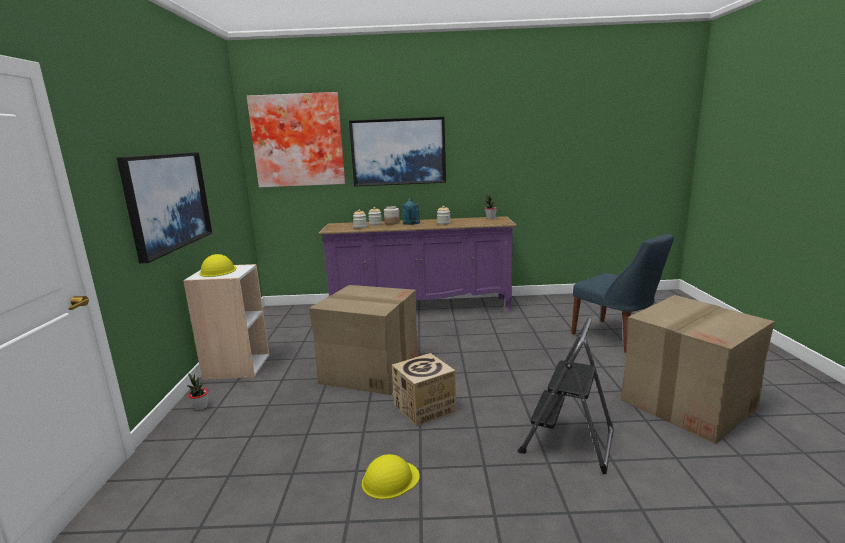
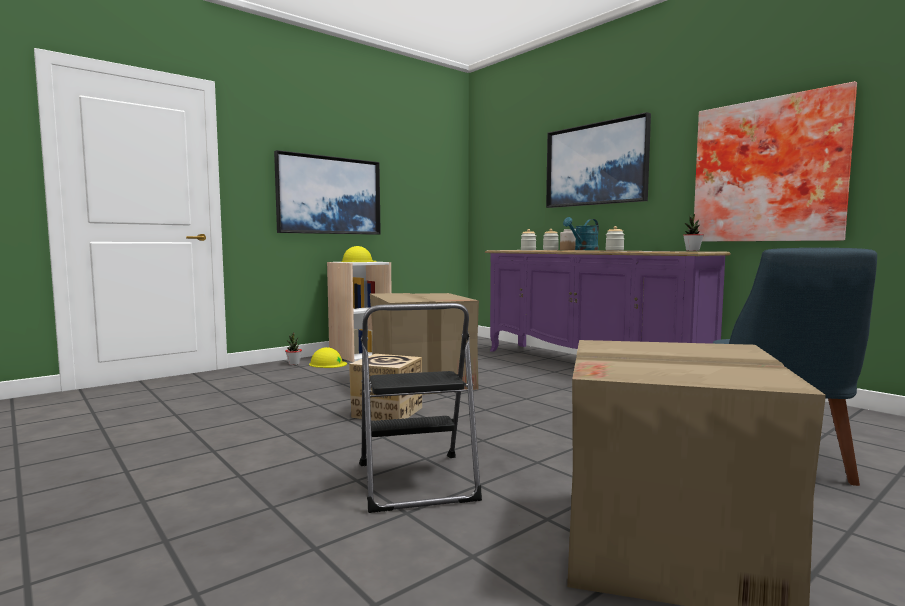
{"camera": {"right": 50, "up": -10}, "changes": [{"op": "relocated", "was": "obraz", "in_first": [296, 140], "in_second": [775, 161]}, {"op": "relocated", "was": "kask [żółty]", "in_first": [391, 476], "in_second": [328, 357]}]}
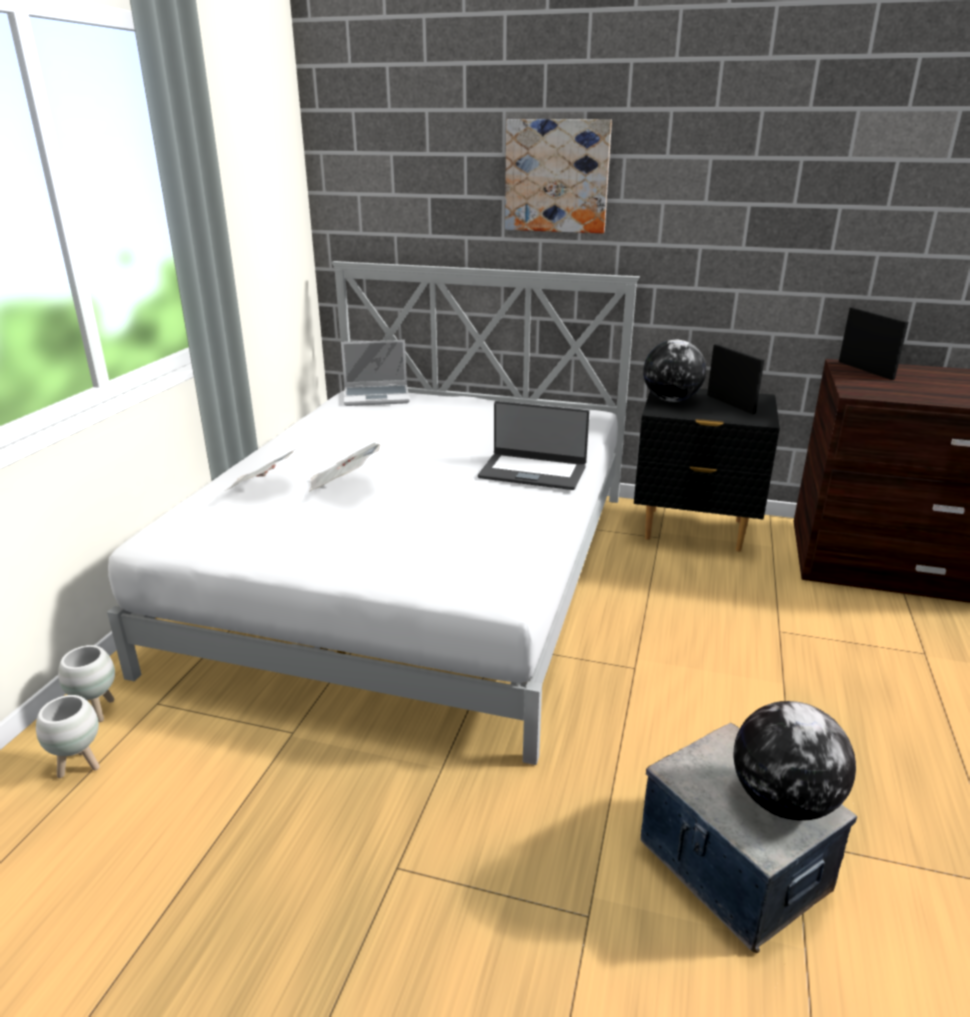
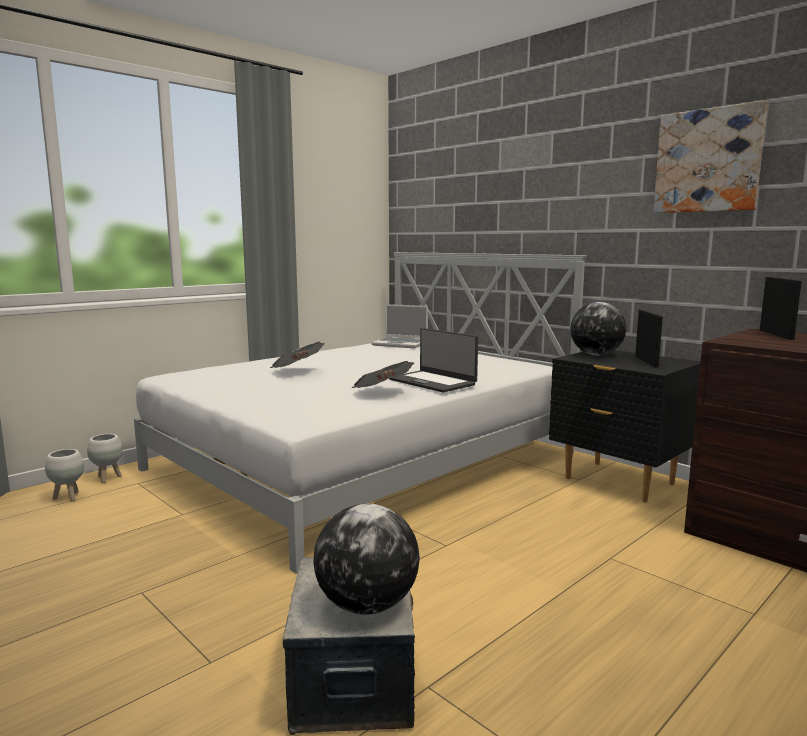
{"camera": {"right": 30, "up": -15}, "changes": [{"op": "relocated", "was": "gazeta", "in_first": [258, 471], "in_second": [383, 374]}, {"op": "relocated", "was": "obraz", "in_first": [558, 176], "in_second": [710, 156]}]}
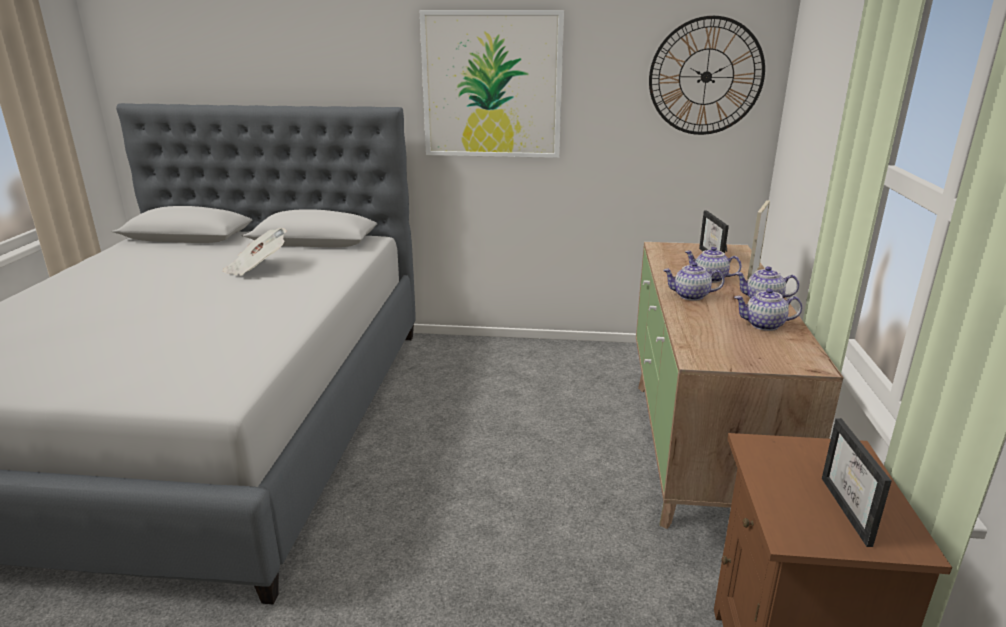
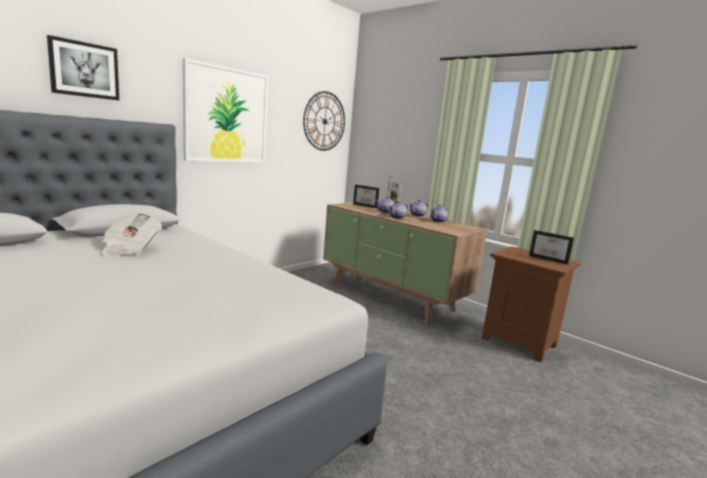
{"camera": {"right": -55, "up": -10}, "changes": [{"op": "appeared", "now": "obraz", "in_second": [83, 67]}]}
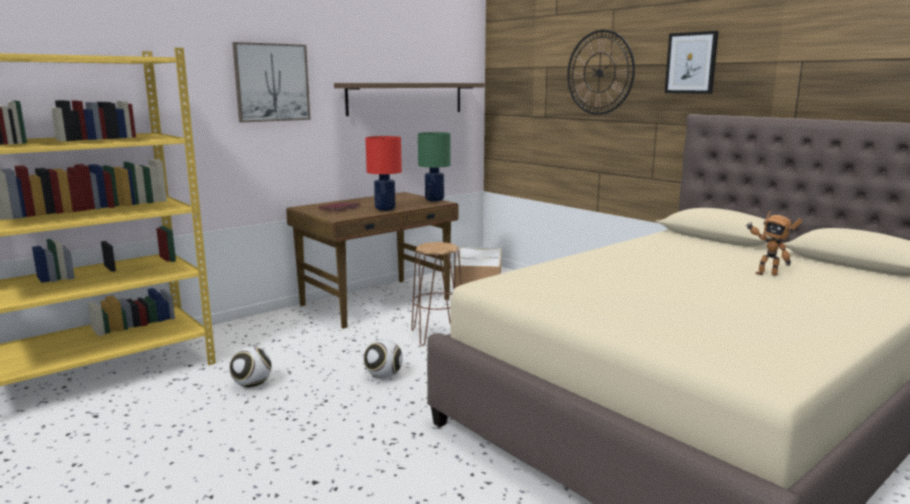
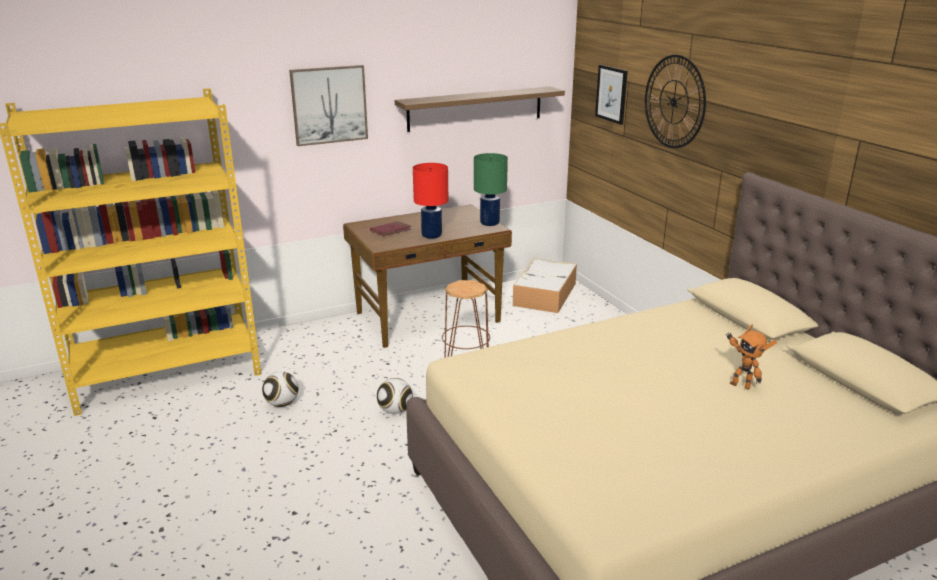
{"camera": {"right": 15, "up": 10}, "changes": [{"op": "relocated", "was": "obraz", "in_first": [691, 62], "in_second": [611, 95]}]}
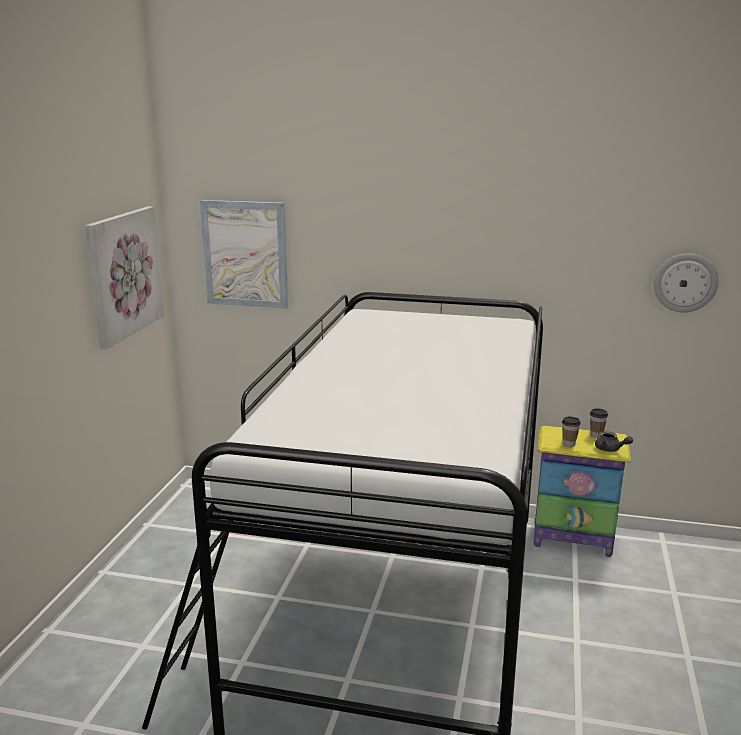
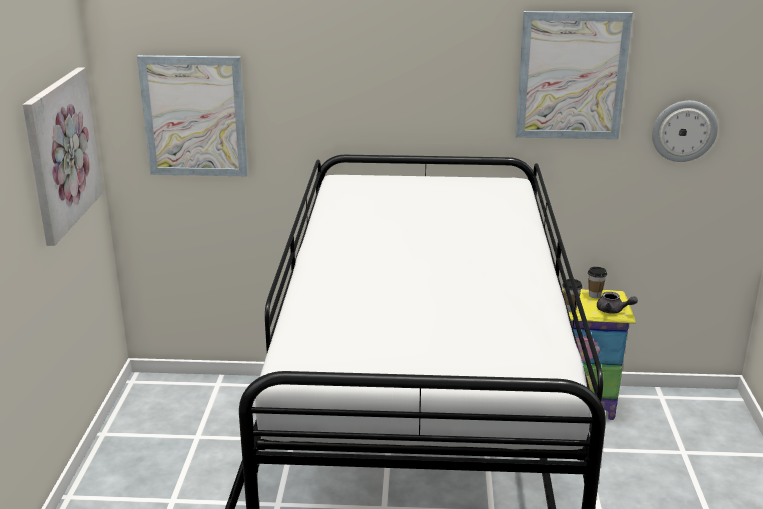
{"camera": {"right": -10, "up": 5}, "changes": [{"op": "appeared", "now": "obraz", "in_second": [574, 75]}]}
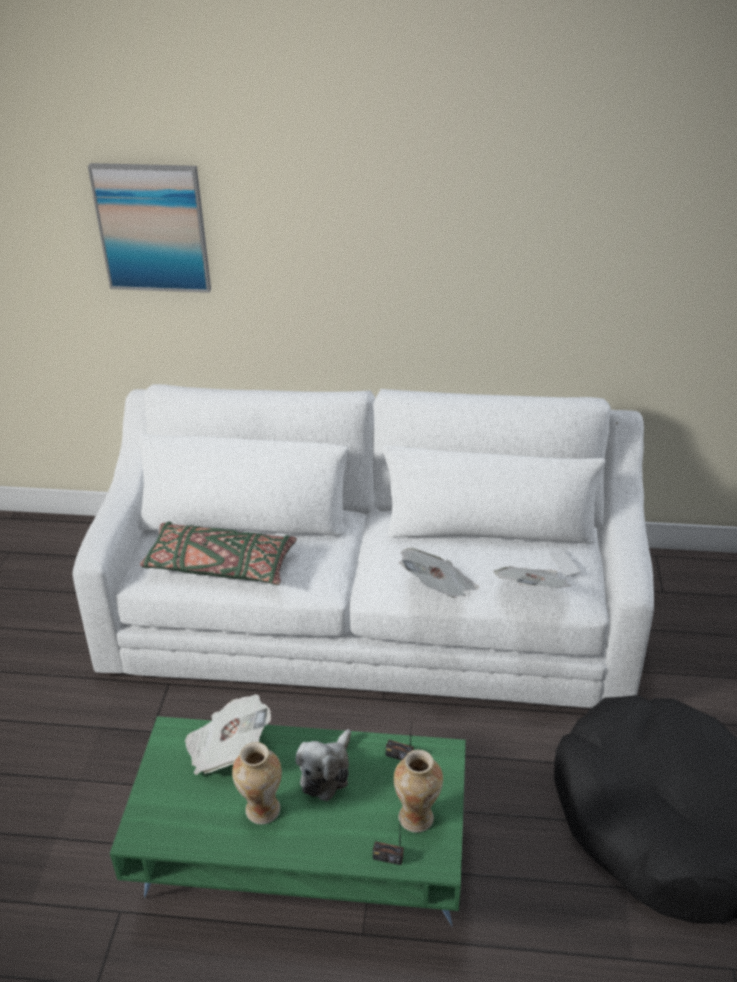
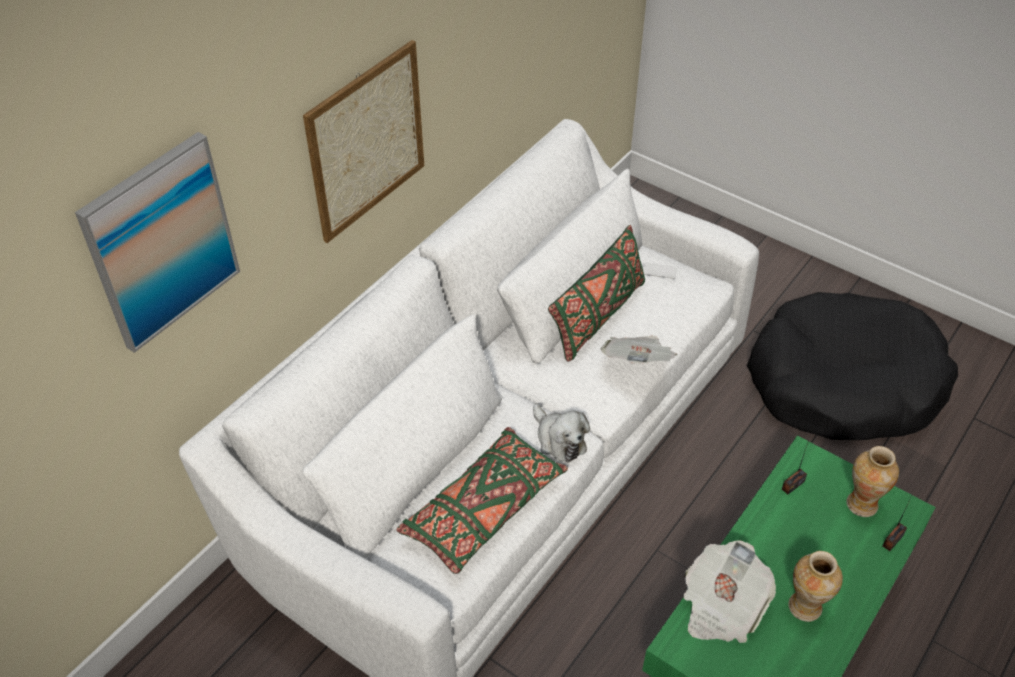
{"camera": {"right": -60, "up": 10}, "changes": [{"op": "missing", "was": "gazeta", "in_first": [532, 577]}, {"op": "appeared", "now": "obraz", "in_second": [363, 141]}, {"op": "appeared", "now": "poduszka [zielony]", "in_second": [596, 293]}, {"op": "relocated", "was": "pluszak", "in_first": [323, 765], "in_second": [561, 433]}]}
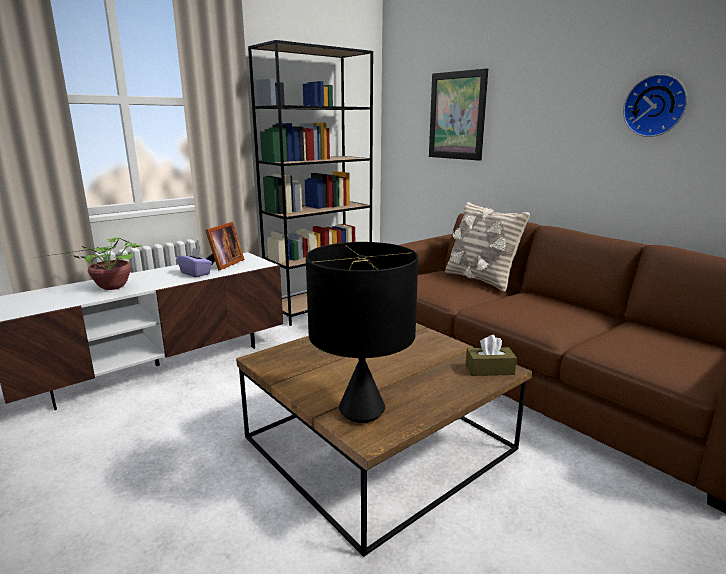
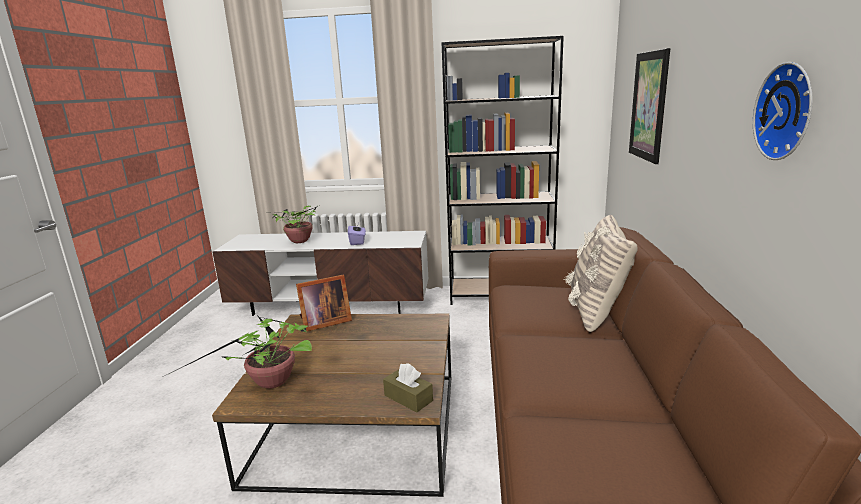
{"camera": {"right": 45, "up": 0}, "changes": [{"op": "relocated", "was": "ramka na zdjęcie", "in_first": [225, 246], "in_second": [324, 303]}, {"op": "exchanged", "was": "lampa stołowa [czarny]", "now": "roślina doniczkowa", "in_first": [362, 332], "in_second": [238, 352]}]}
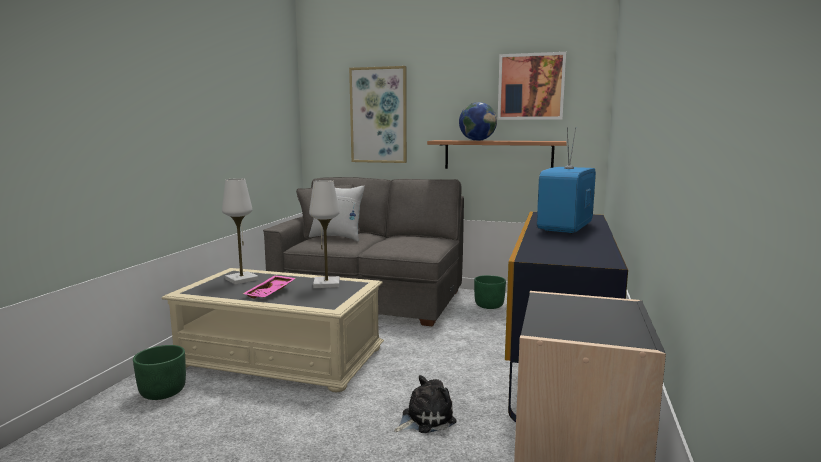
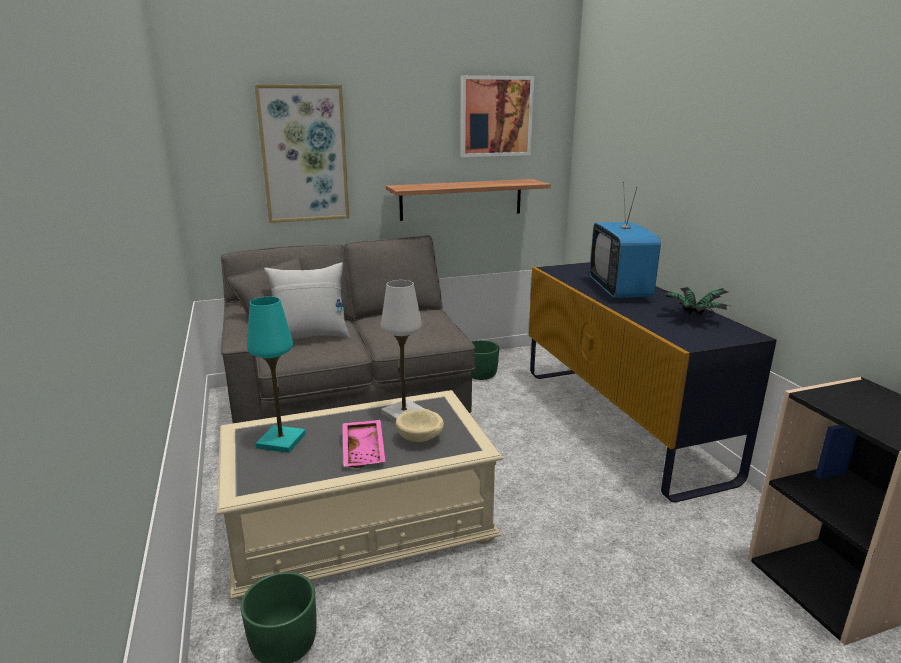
{"camera": {"right": -35, "up": 10}, "changes": [{"op": "missing", "was": "pluszak", "in_first": [425, 404]}, {"op": "missing", "was": "globus", "in_first": [478, 121]}, {"op": "appeared", "now": "miska [beżowy]", "in_second": [420, 425]}, {"op": "appeared", "now": "roślina doniczkowa", "in_second": [695, 301]}, {"op": "colour", "was": "lampa stołowa [biały]", "now": "lampa stołowa [turkusowy]", "in_first": [240, 231], "in_second": [276, 375]}]}
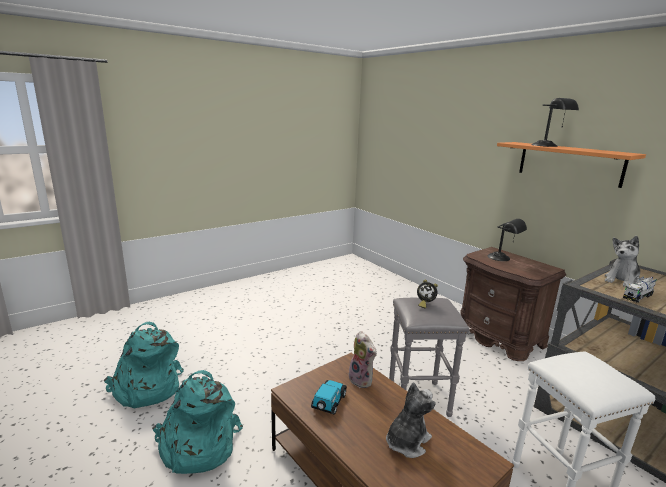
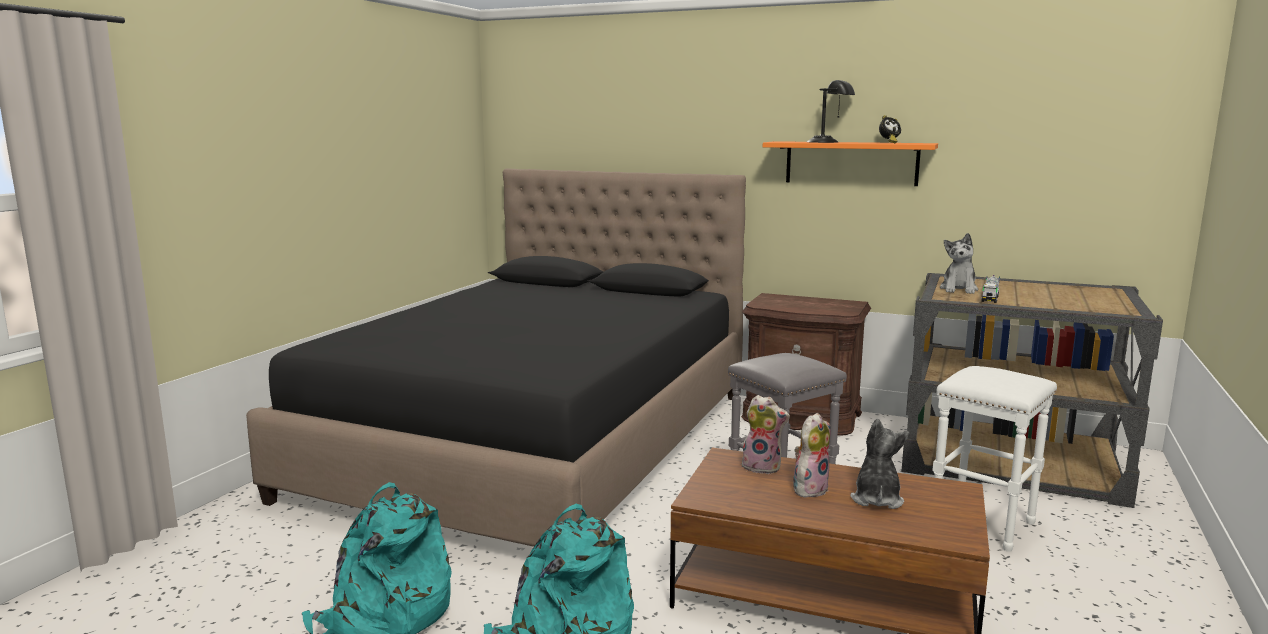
{"camera": {"right": -30, "up": -5}, "changes": [{"op": "missing", "was": "samochodzik", "in_first": [329, 397]}, {"op": "missing", "was": "lampa stołowa [czarny]", "in_first": [507, 240]}, {"op": "appeared", "now": "łóżko [czarny]", "in_second": [496, 357]}, {"op": "appeared", "now": "pluszak", "in_second": [812, 455]}, {"op": "relocated", "was": "budzik", "in_first": [427, 293], "in_second": [890, 129]}]}
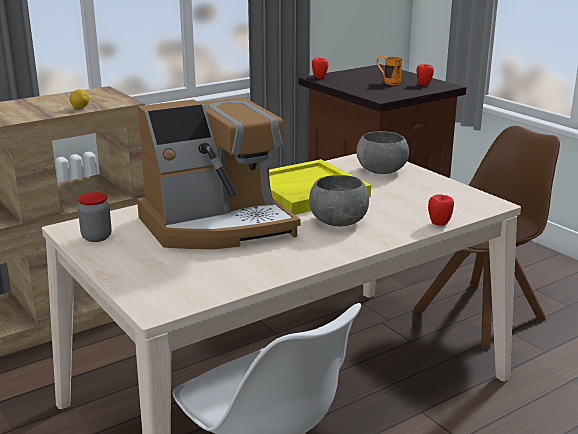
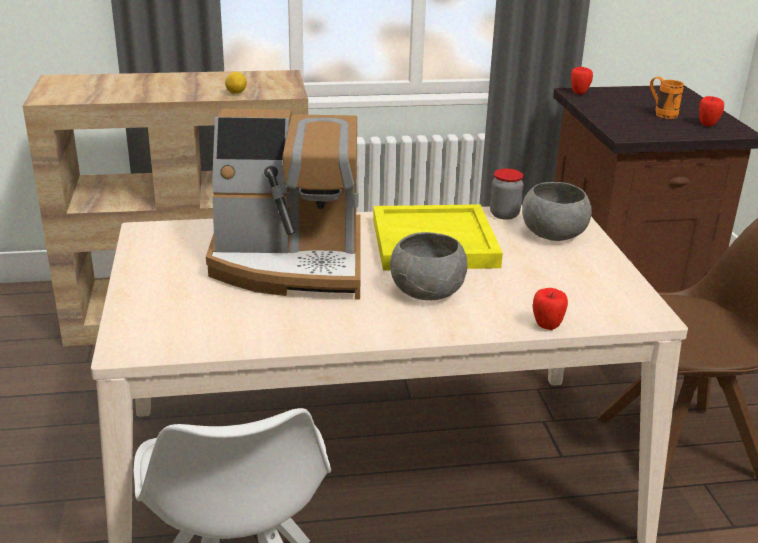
{"camera": {"right": 25, "up": 5}, "changes": [{"op": "relocated", "was": "słoik", "in_first": [95, 217], "in_second": [506, 194]}]}
